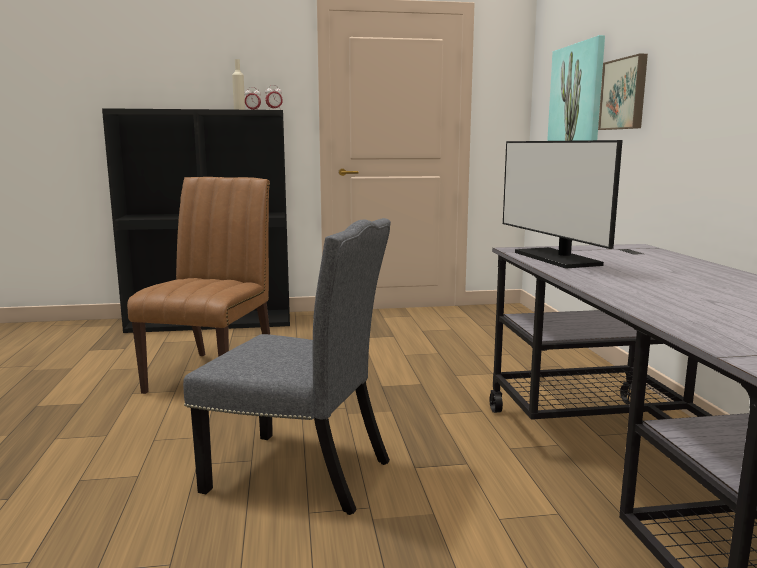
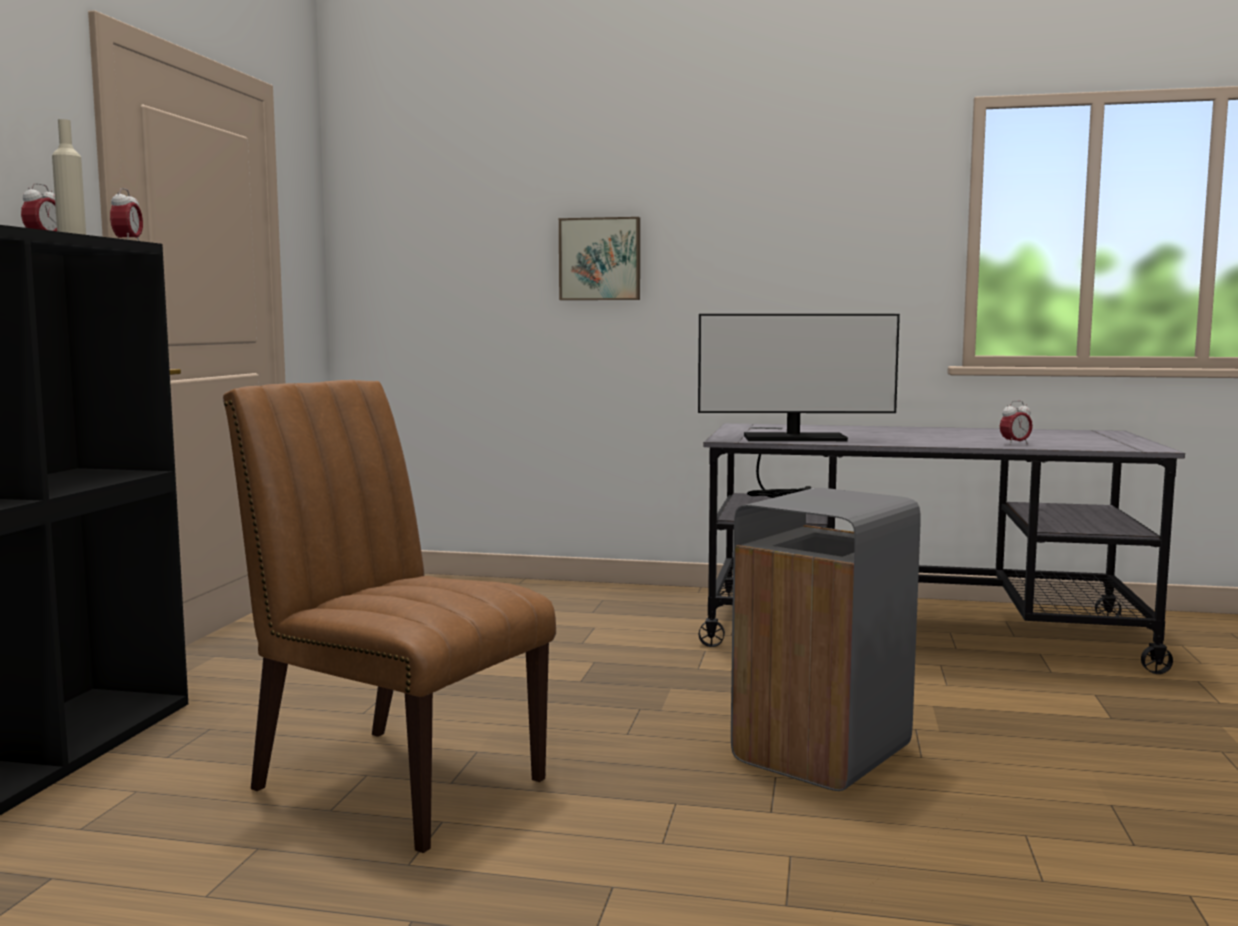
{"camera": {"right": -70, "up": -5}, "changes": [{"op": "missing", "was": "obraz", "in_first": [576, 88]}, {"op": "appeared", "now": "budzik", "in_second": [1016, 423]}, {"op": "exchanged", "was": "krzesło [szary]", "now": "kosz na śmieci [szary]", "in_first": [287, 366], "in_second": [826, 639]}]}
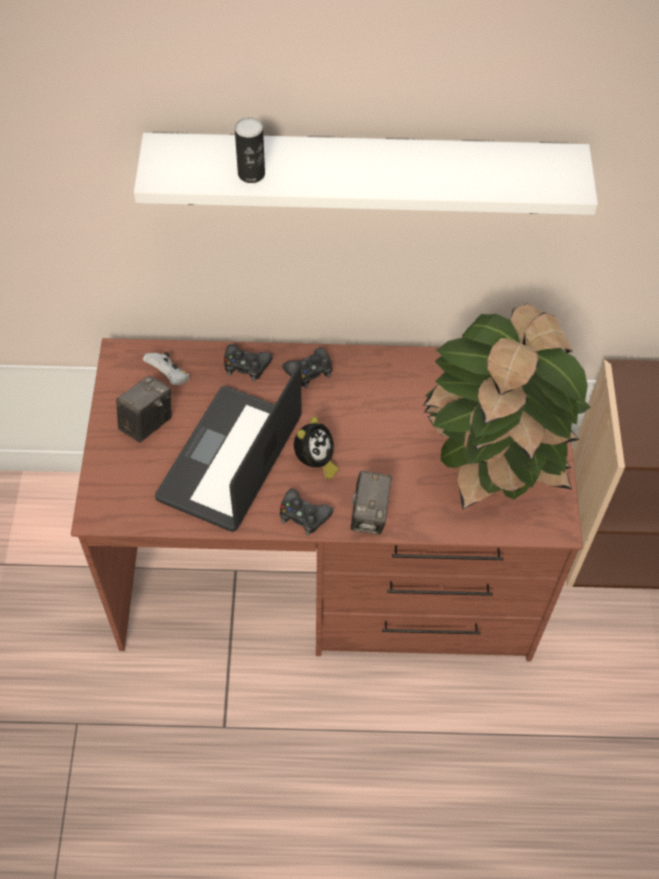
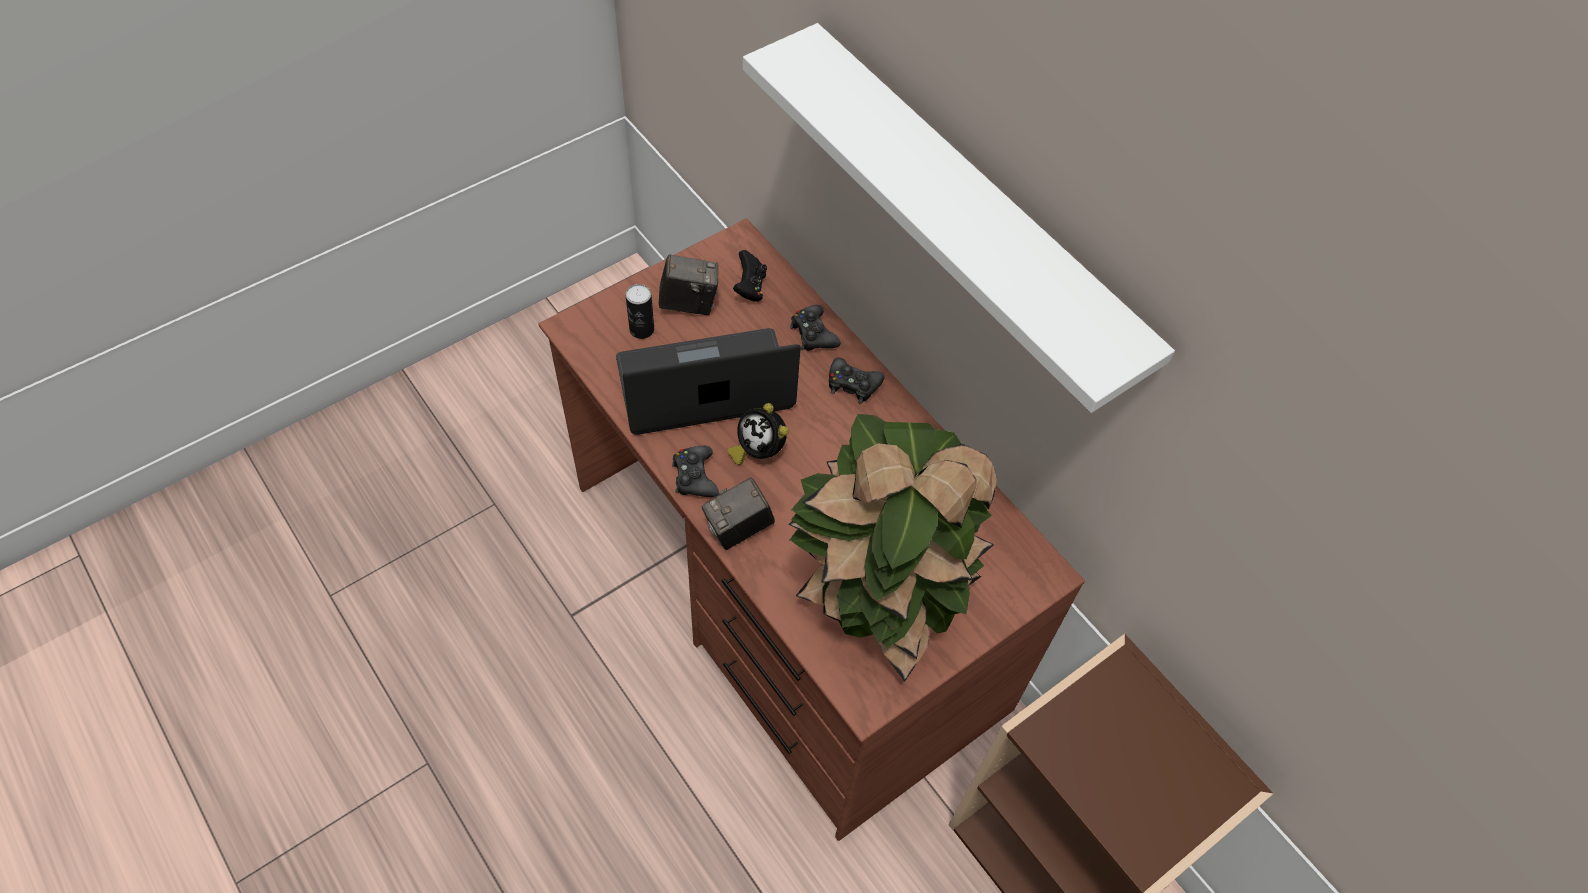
{"camera": {"right": 50, "up": 0}, "changes": [{"op": "relocated", "was": "puszka", "in_first": [250, 150], "in_second": [640, 311]}, {"op": "colour", "was": "pad do gier [biały]", "now": "pad do gier [czarny]", "in_first": [166, 368], "in_second": [750, 276]}, {"op": "spun", "was": "budzik", "in_first": [316, 447], "in_second": [758, 434], "clockwise": 60}]}
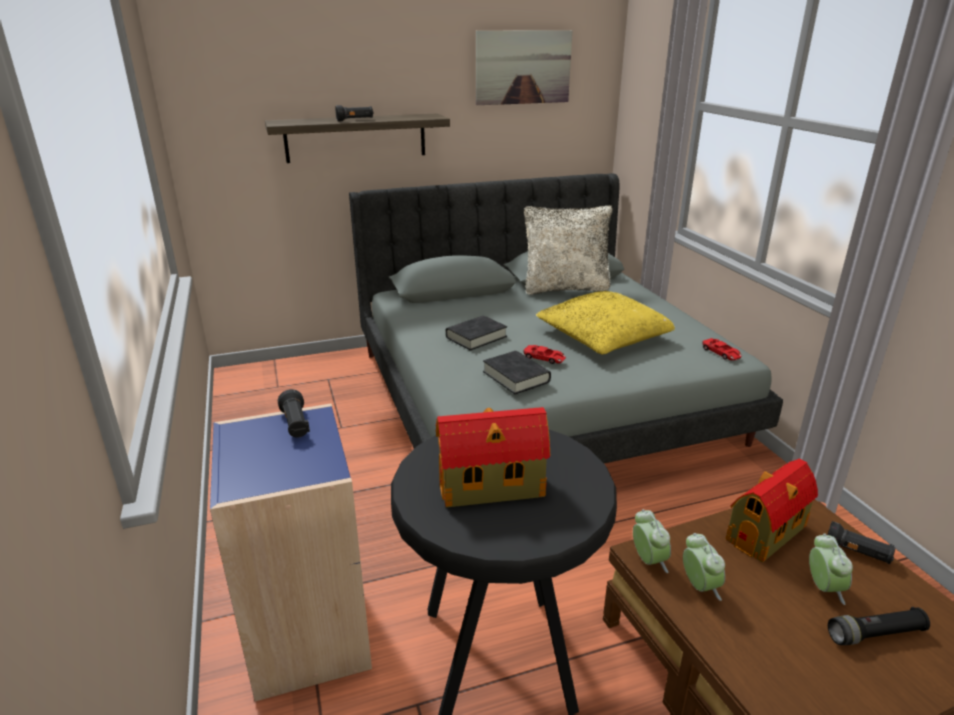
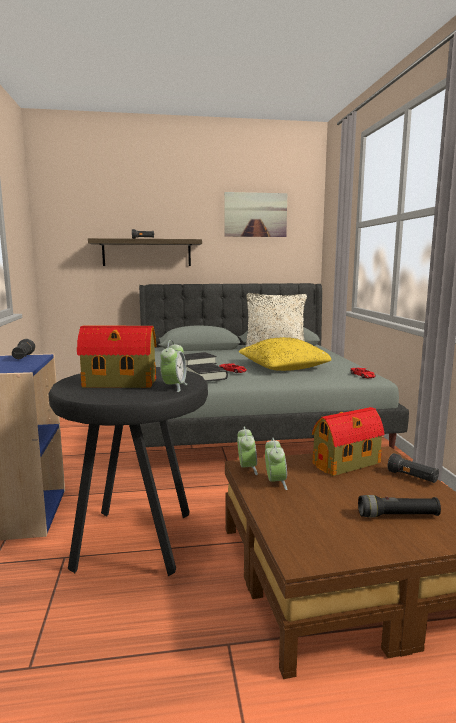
{"camera": {"right": 10, "up": -15}, "changes": [{"op": "relocated", "was": "budzik", "in_first": [831, 569], "in_second": [173, 366]}]}
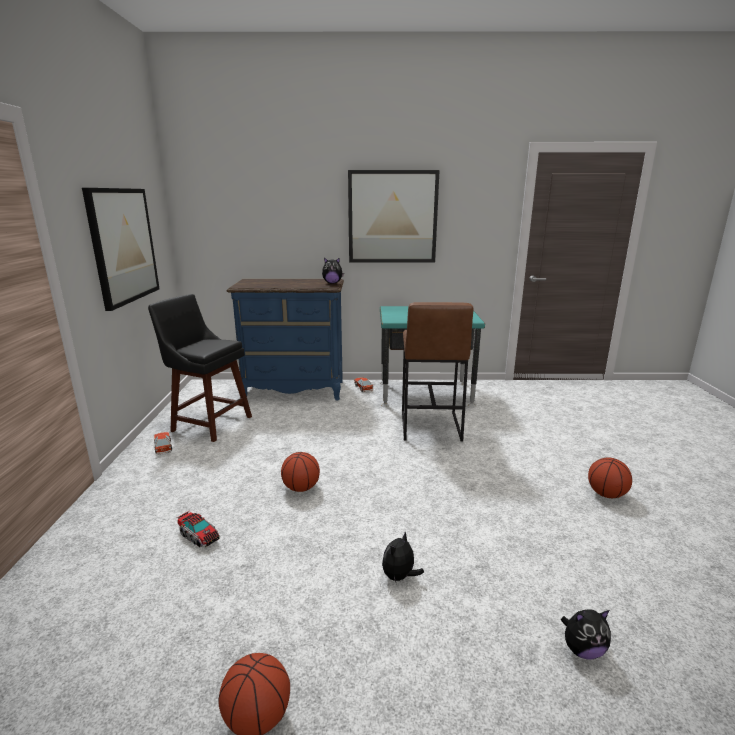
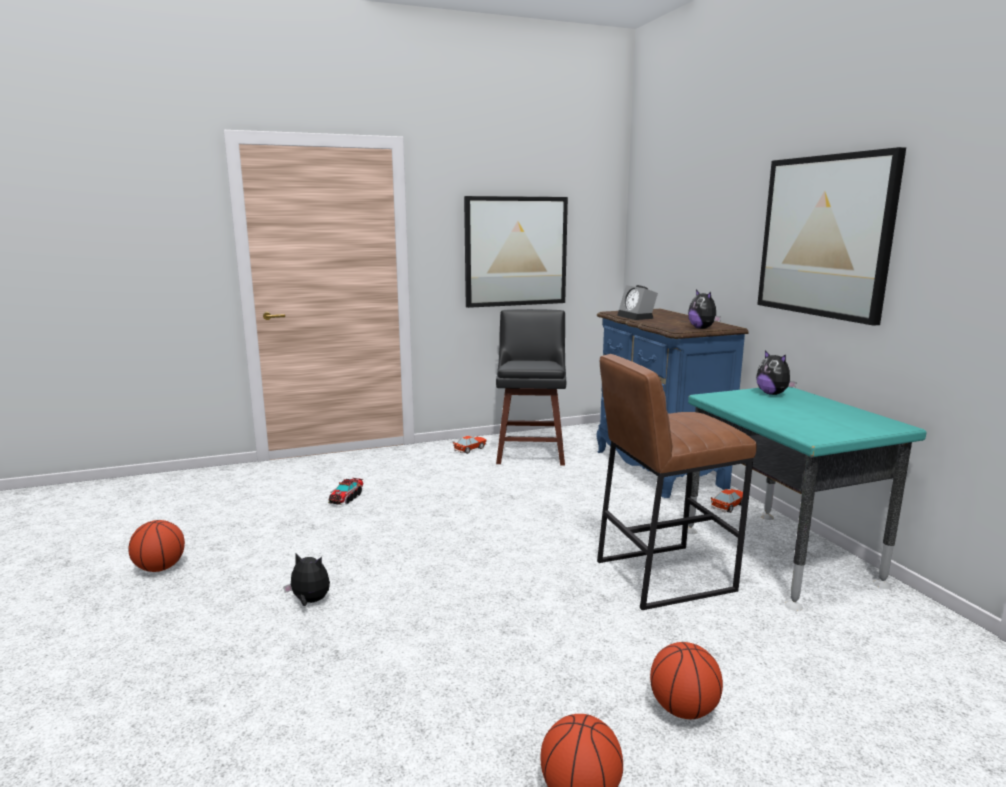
{"camera": {"right": 70, "up": -5}, "changes": [{"op": "appeared", "now": "budzik", "in_second": [637, 302]}, {"op": "relocated", "was": "piłka do koszykówki", "in_first": [300, 472], "in_second": [686, 680]}, {"op": "relocated", "was": "pluszak", "in_first": [586, 634], "in_second": [776, 372]}]}
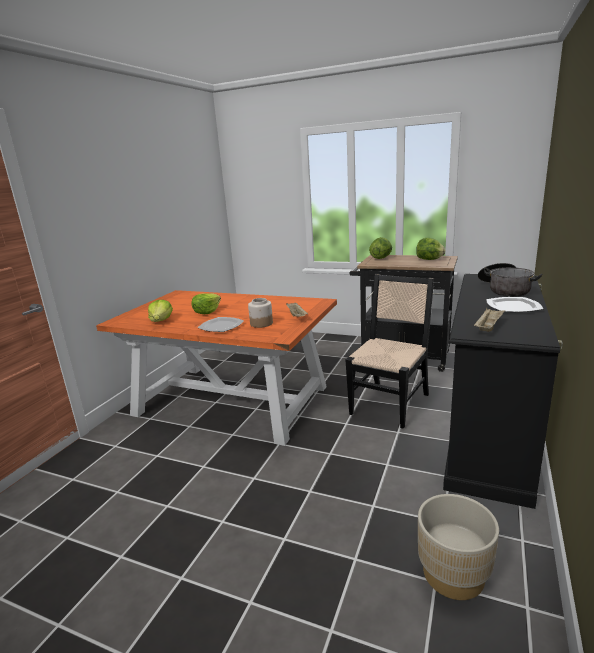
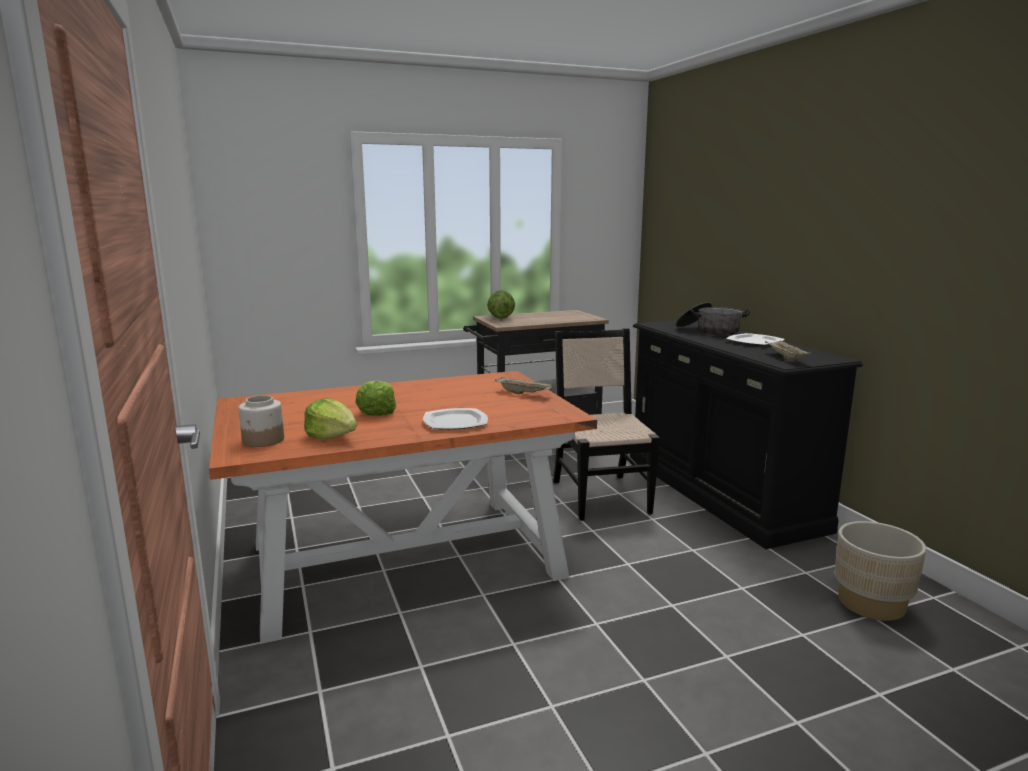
{"camera": {"right": -45, "up": -5}, "changes": [{"op": "missing", "was": "sałata", "in_first": [431, 249]}, {"op": "relocated", "was": "słoik", "in_first": [260, 313], "in_second": [261, 421]}]}
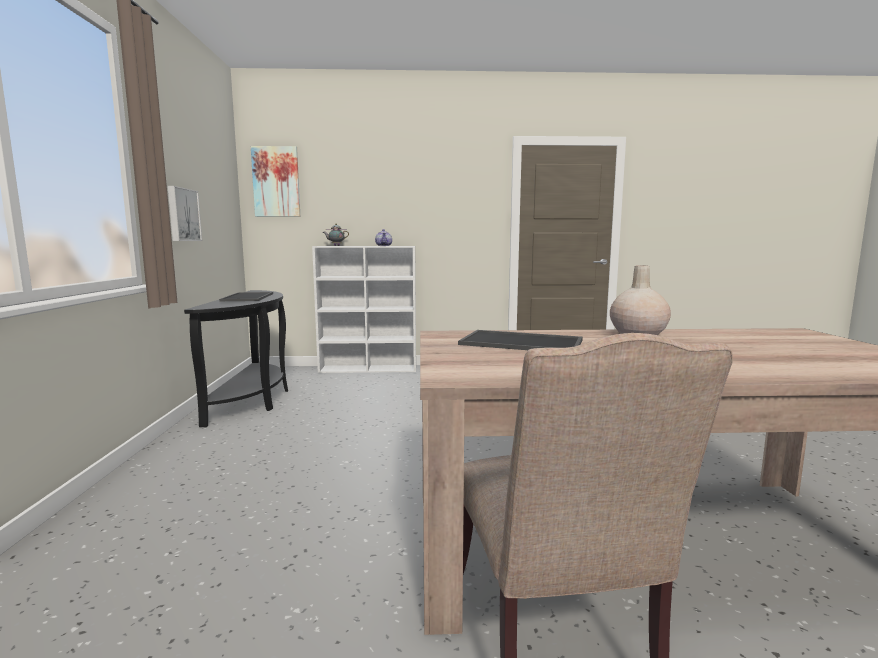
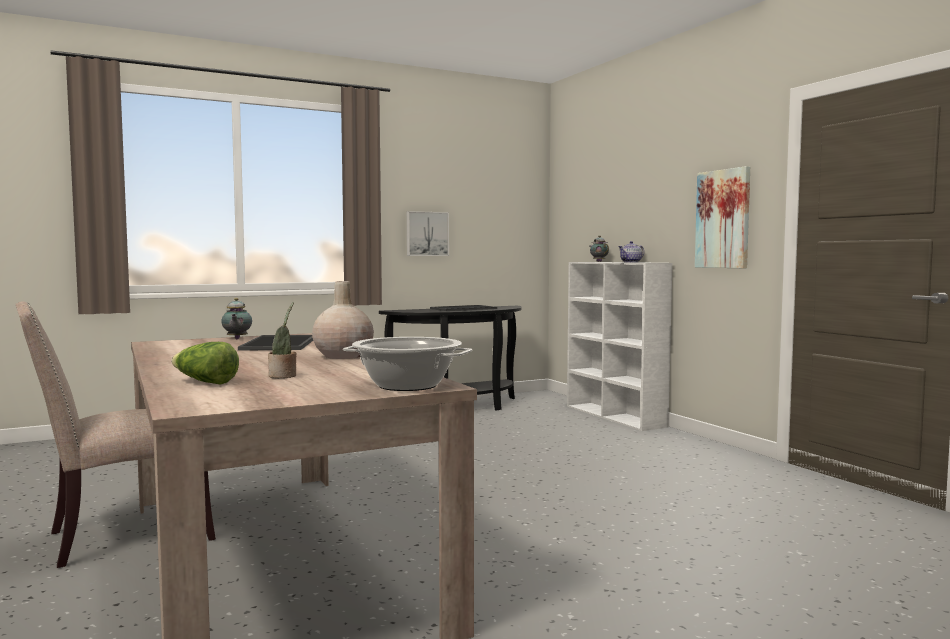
{"camera": {"right": 65, "up": -5}, "changes": [{"op": "appeared", "now": "sałata", "in_second": [205, 363]}, {"op": "appeared", "now": "imbryk", "in_second": [236, 318]}, {"op": "appeared", "now": "roślina doniczkowa", "in_second": [282, 340]}, {"op": "appeared", "now": "garnek", "in_second": [407, 364]}, {"op": "relocated", "was": "obraz", "in_first": [275, 181], "in_second": [722, 217]}]}
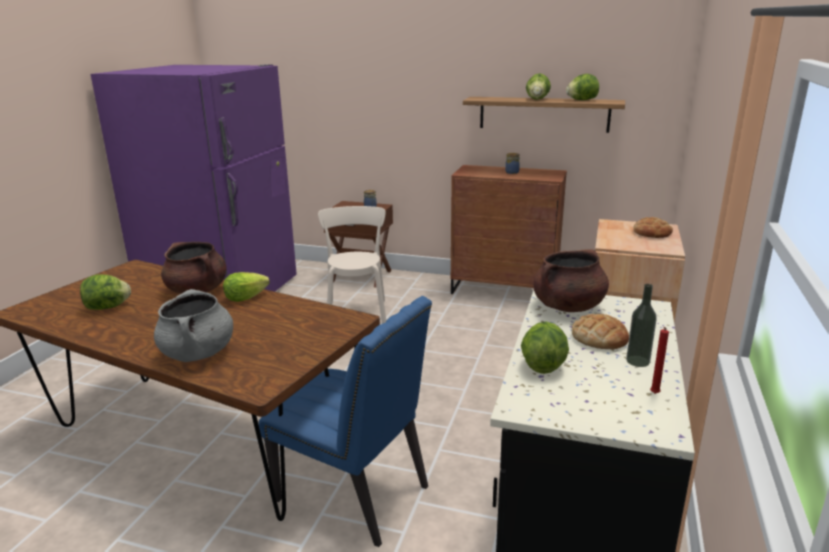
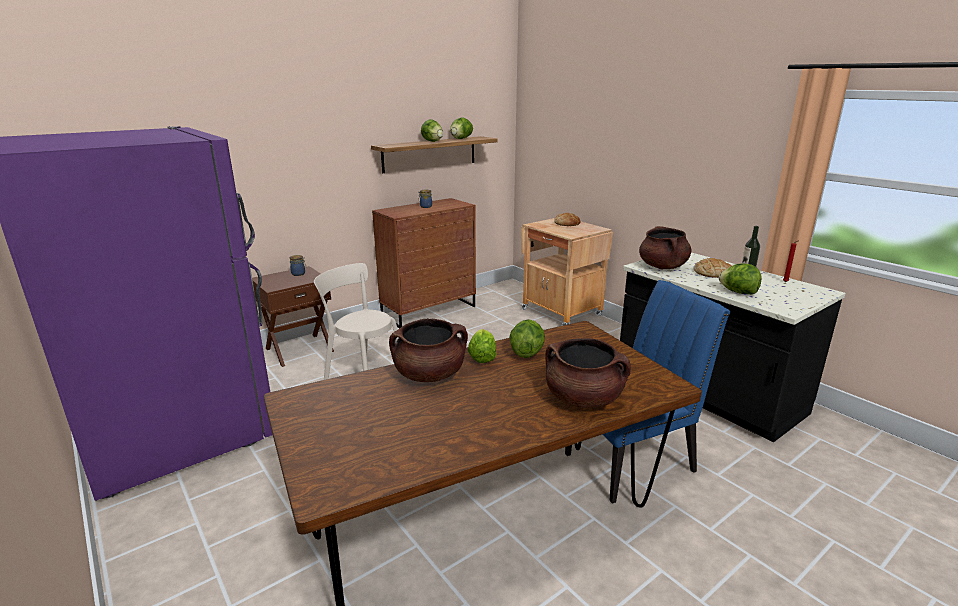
{"camera": {"right": -55, "up": 0}, "changes": [{"op": "relocated", "was": "sałata", "in_first": [105, 292], "in_second": [527, 338]}, {"op": "colour", "was": "garnek [szary]", "now": "garnek [brązowy]", "in_first": [193, 325], "in_second": [588, 373]}]}
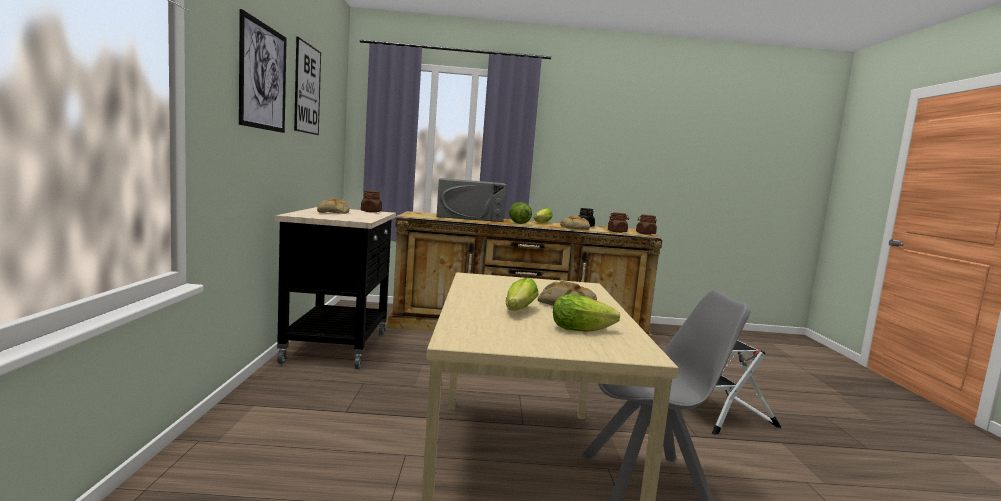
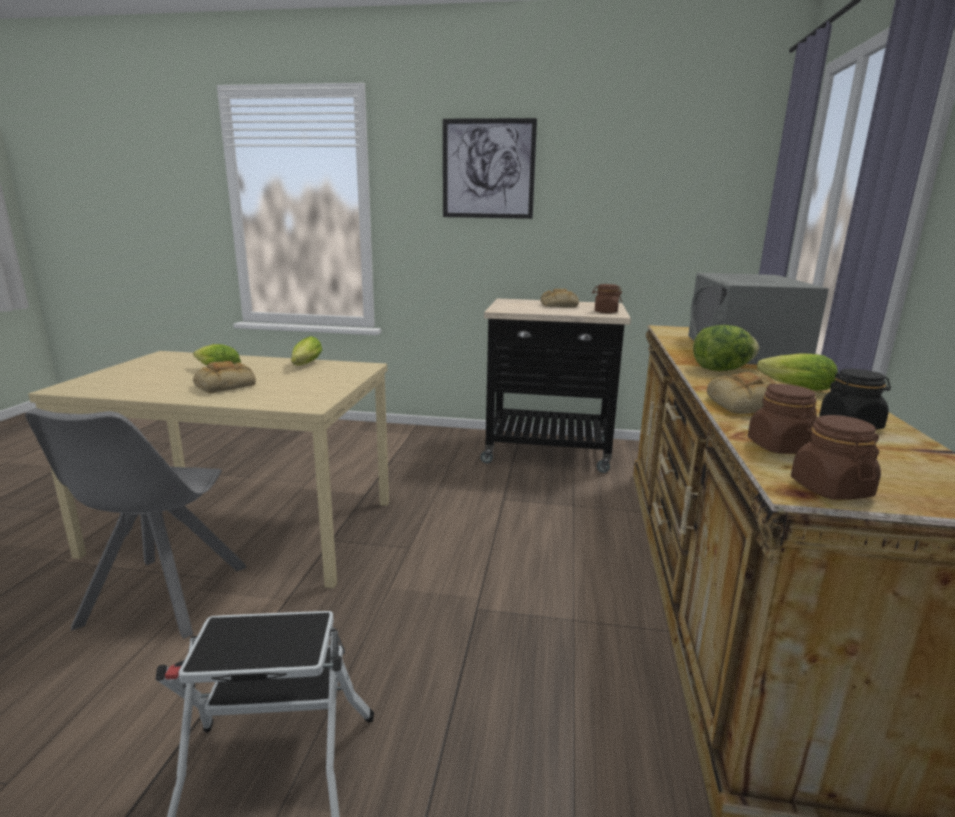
{"camera": {"right": 100, "up": 10}, "changes": [{"op": "missing", "was": "obraz", "in_first": [307, 86]}, {"op": "relocated", "was": "sałata", "in_first": [586, 313], "in_second": [306, 350]}]}
